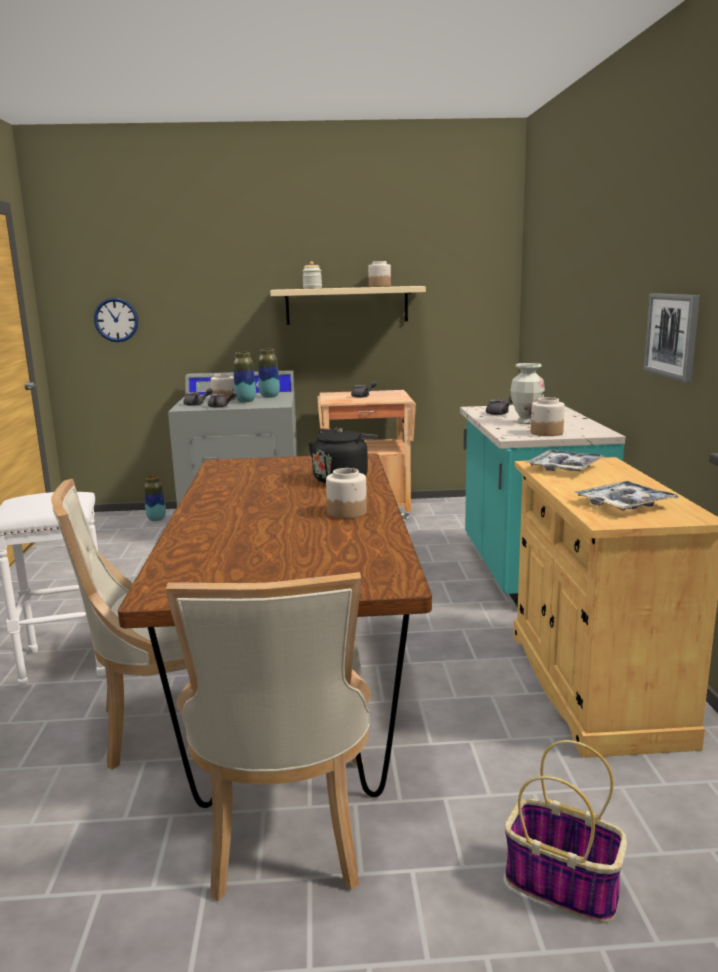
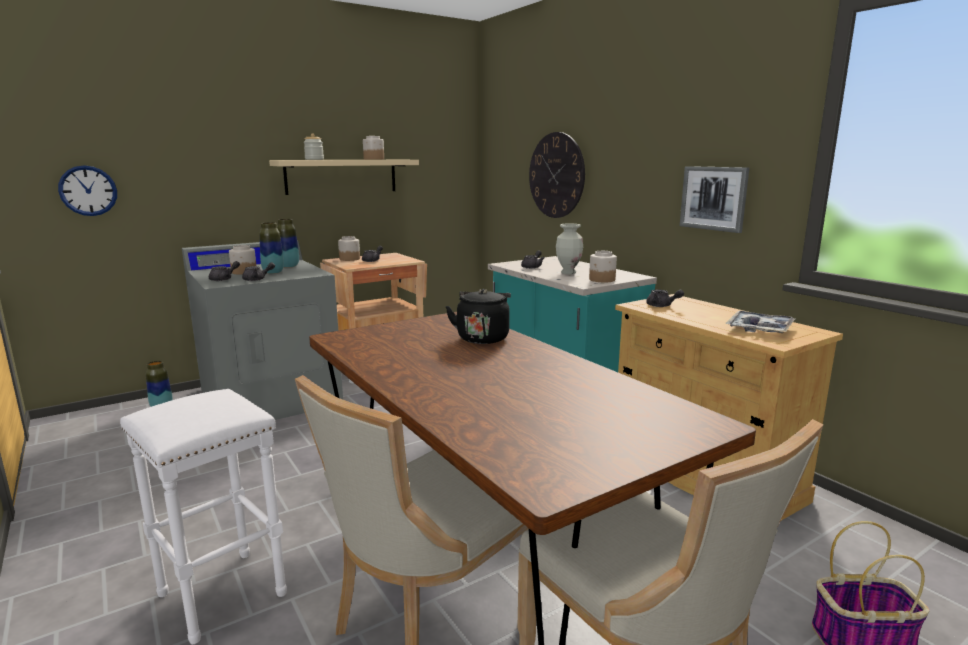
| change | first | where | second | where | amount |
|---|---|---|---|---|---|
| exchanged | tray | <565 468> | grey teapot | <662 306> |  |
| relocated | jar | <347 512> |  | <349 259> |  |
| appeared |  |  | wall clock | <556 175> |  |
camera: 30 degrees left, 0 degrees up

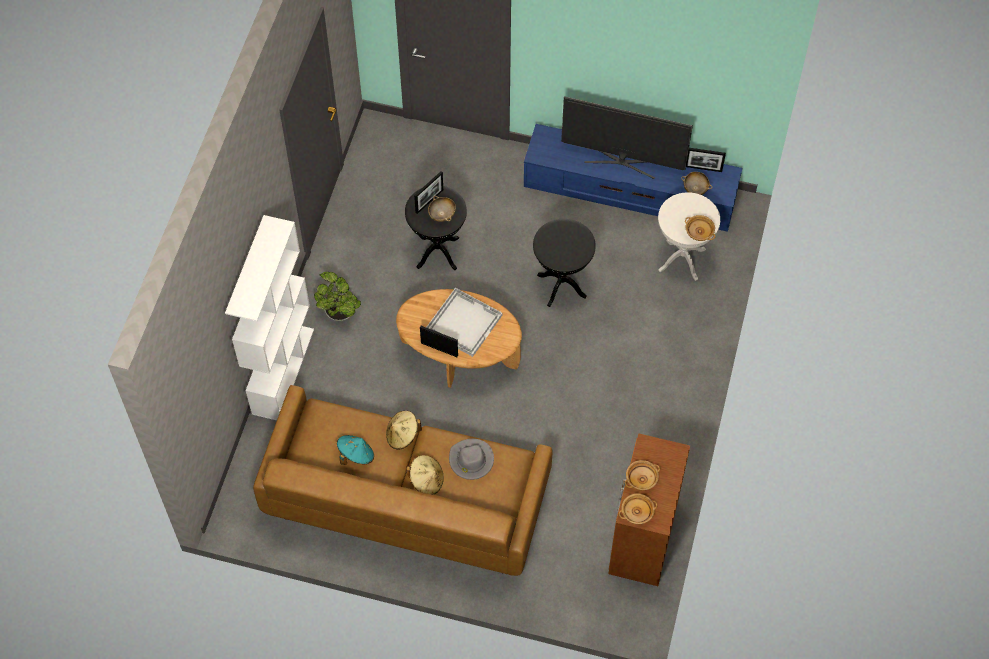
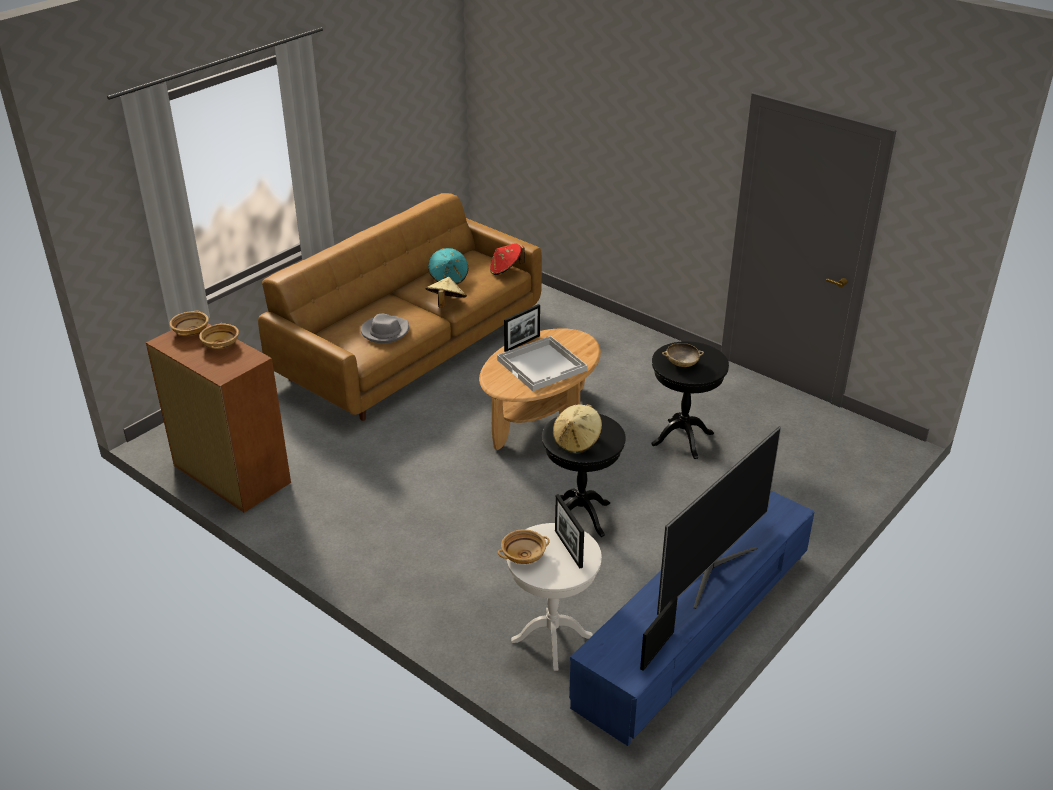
| change | first | where | second | where | amount |
|---|---|---|---|---|---|
| relocated | picture frame | <429 201> |  | <568 549> |  |
| missing | beige bowl | <695 188> |  |  |  |
| missing | white bookcase | <282 370> |  |  |  |
| missing | potted plant | <339 311> |  |  |  |
| relocated | beige hat | <426 480> |  | <577 441> |  |
| appeared |  |  | red hat | <506 270> |  |
camera: 115 degrees right, 25 degrees down

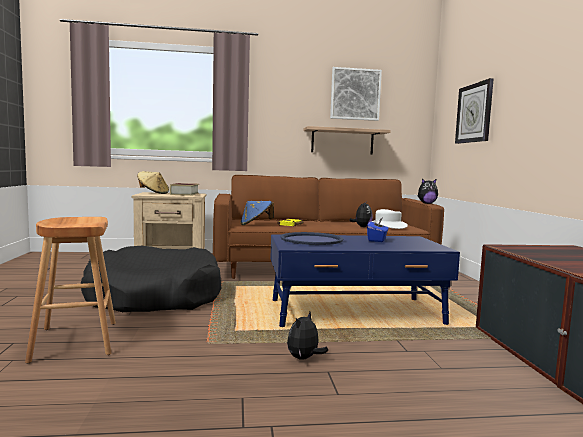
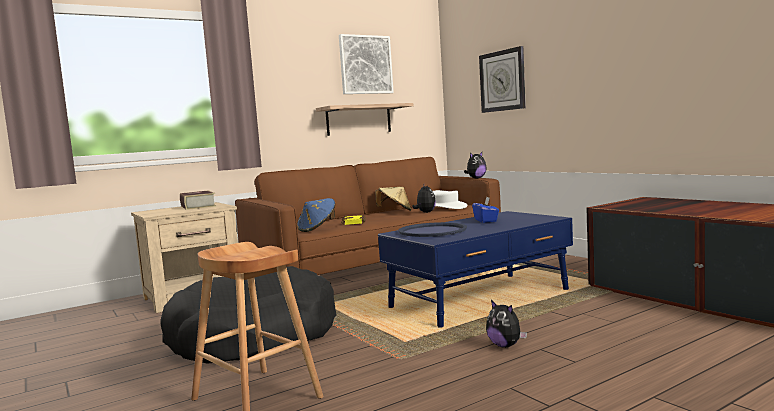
| change | first | where | second | where | amount |
|---|---|---|---|---|---|
| relocated | beige hat | <153 193> |  | <395 211> |  |
| spun | plush toy | <304 358> |  | <505 345> | 45 degrees counterclockwise |
camera: 25 degrees left, 0 degrees up

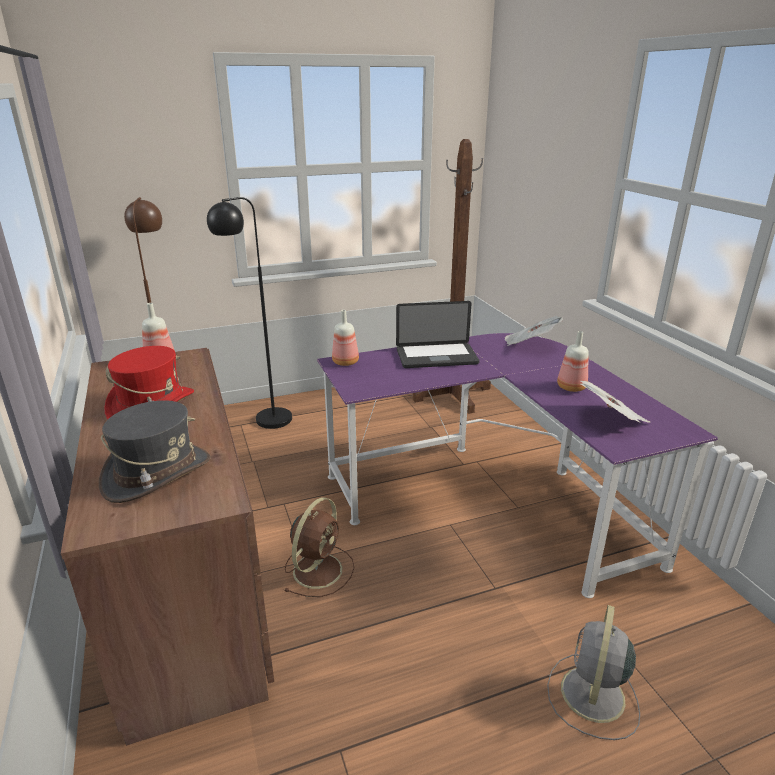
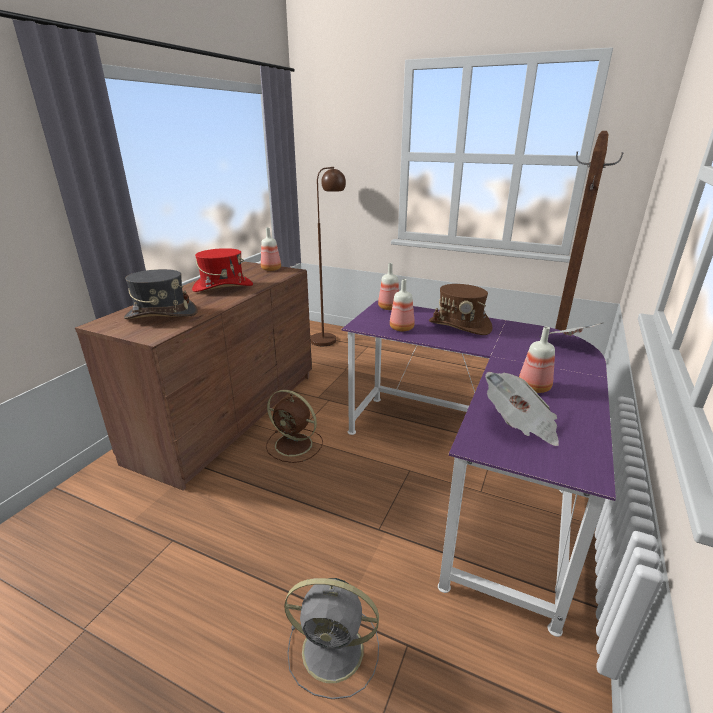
| change | first | where | second | where | amount |
|---|---|---|---|---|---|
| missing | black floor lamp | <265 424> |  |  |  |
| exchanged | laptop | <436 357> | brown hat | <459 326> |  |
| spun | brown fan | <319 569> |  | <295 445> | 45 degrees clockwise |
| spun | grey fan | <592 696> |  | <335 650> | 150 degrees counterclockwise |
| appeared |  |  | bottle | <402 328> |  |
camera: 45 degrees right, 0 degrees up

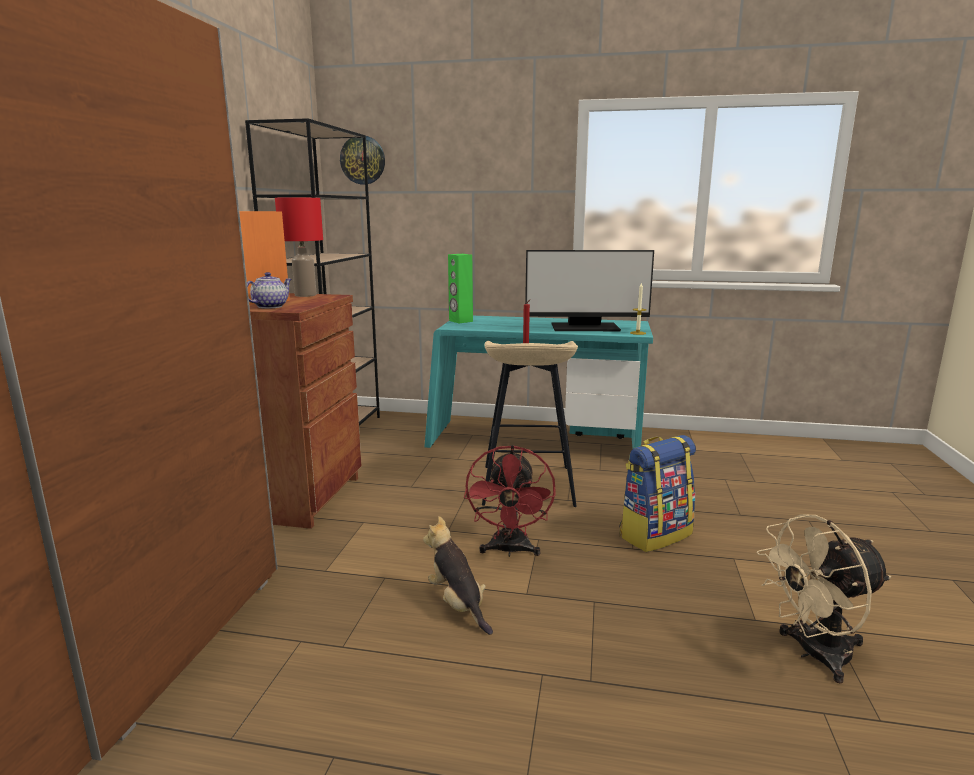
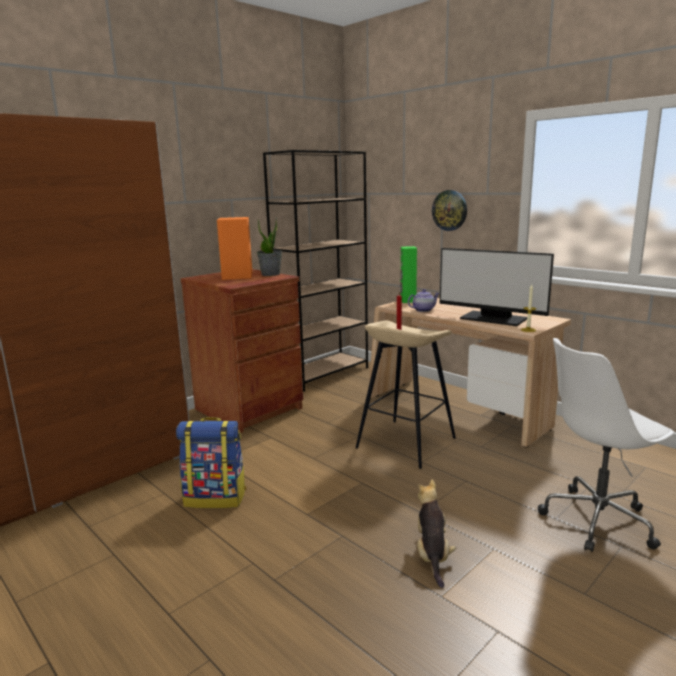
| change | first | where | second | where | amount |
|---|---|---|---|---|---|
| relocated | wall clock | <363 160> |  | <449 210> |  |
| exchanged | red table lamp | <304 295> | potted plant | <270 274> |  |
| relocated | teapot | <270 306> |  | <423 310> |  |
| colour | turquoise desk | <535 442> | beige desk | <457 411> |  |
| relocated | backpack | <654 534> |  | <216 497> |  |
| missing | red fan | <509 550> |  |  |  |
| missing | beige fan | <813 654> |  |  |  |
| relocated | plush toy | <458 604> |  | <432 555> |  |
| appeared |  |  | white office chair | <595 522> |  |
camera: 35 degrees right, 0 degrees up

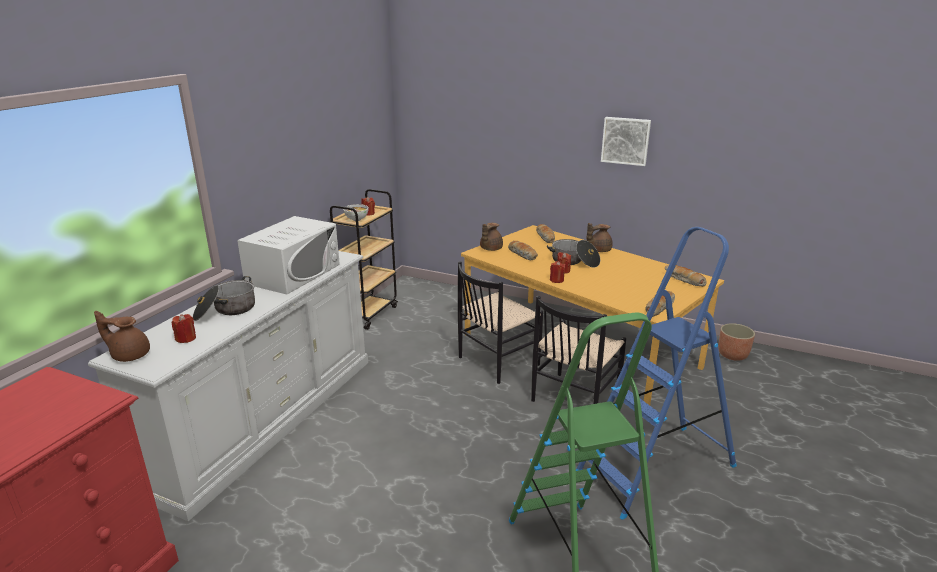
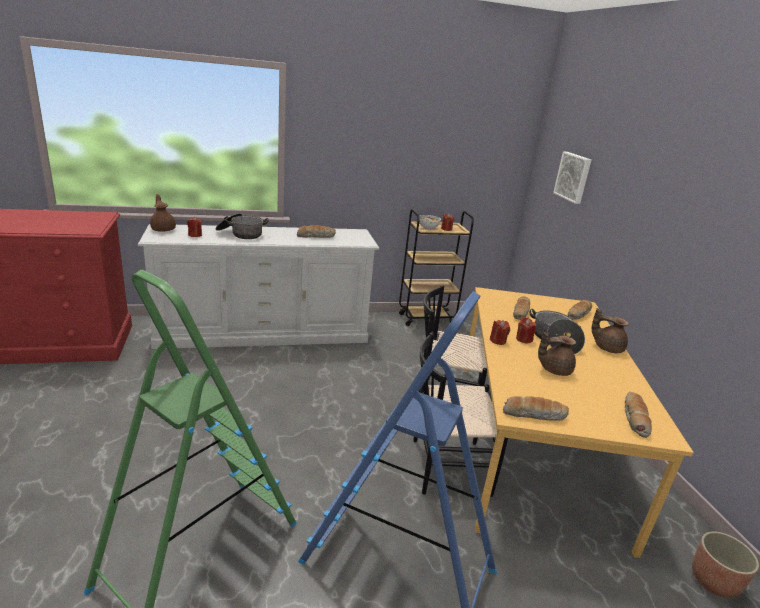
| change | first | where | second | where | amount |
|---|---|---|---|---|---|
| relocated | picture | <625 140> |  | <573 177> |  |
| exchanged | white microwave | <294 274> | bread | <316 236> |  |
| relocated | brown teapot | <490 249> |  | <554 369> |  |
camera: 50 degrees right, 0 degrees up

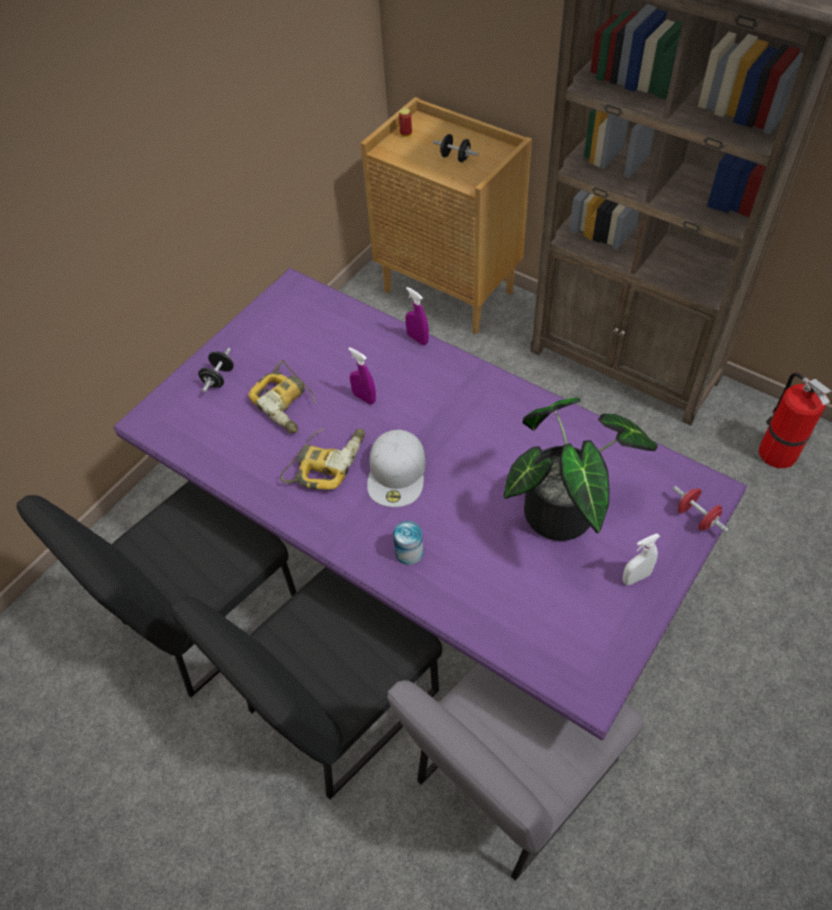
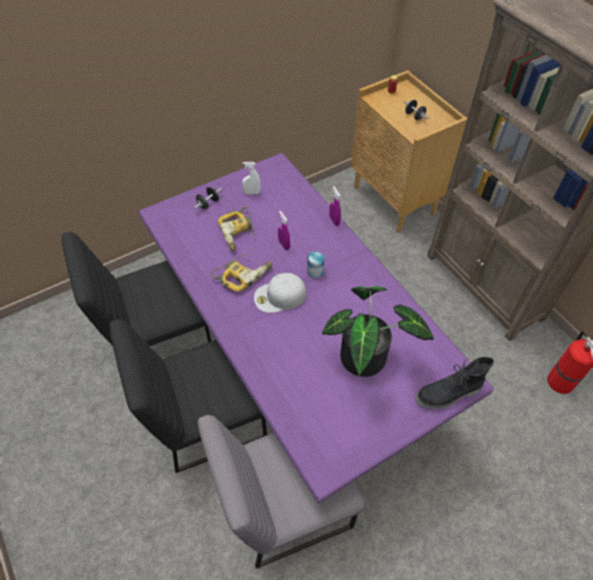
| change | first | where | second | where | amount |
|---|---|---|---|---|---|
| spun | white cap | <397 473> |  | <279 296> | 45 degrees clockwise |
| exchanged | red dumbbell | <696 517> | black boot | <448 395> |  |
| relocated | can | <409 552> |  | <315 271> |  |
| relocated | white spray bottle | <636 577> |  | <252 192> |  |
camera: 20 degrees right, 0 degrees up

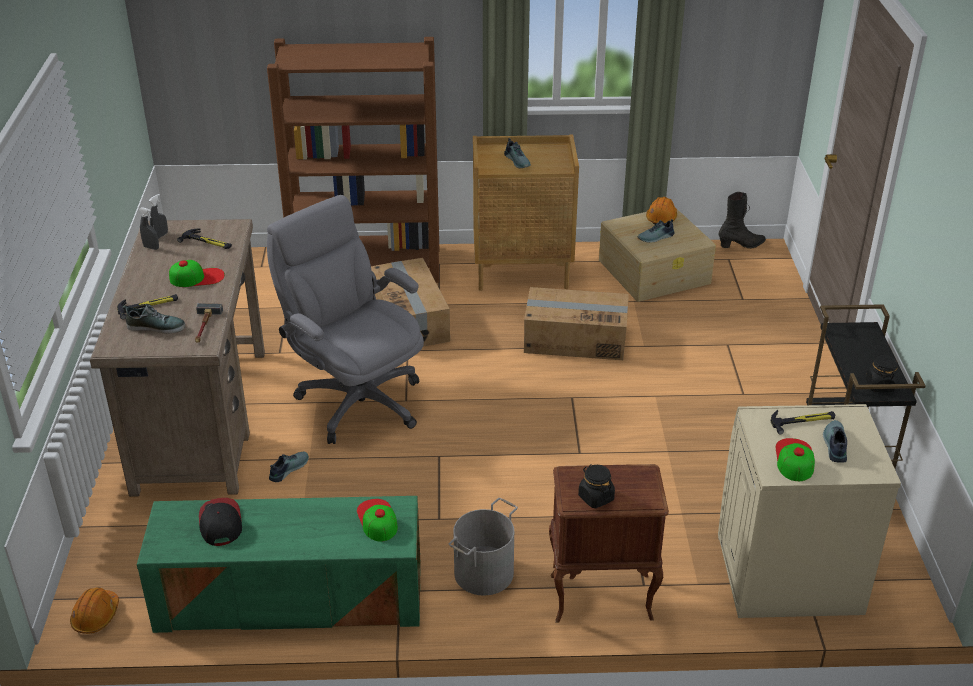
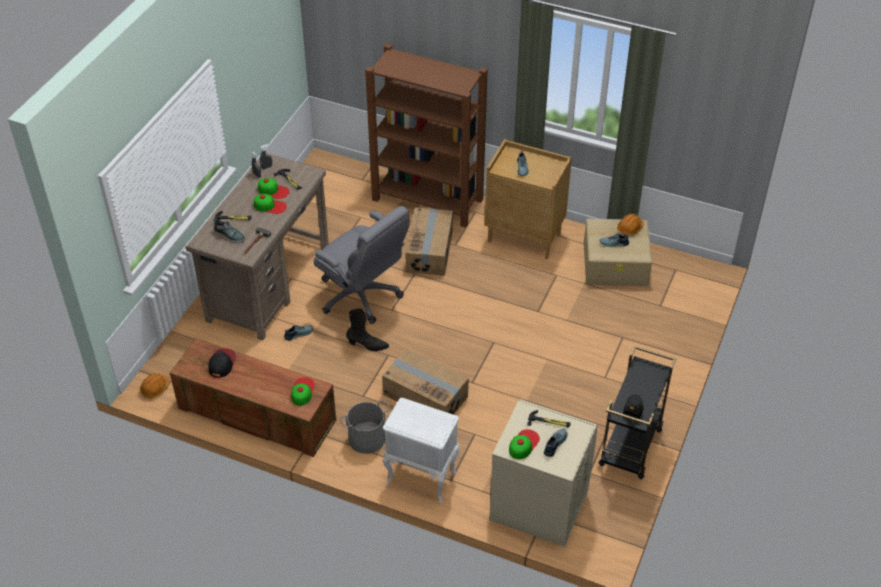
| change | first | where | second | where | amount |
|---|---|---|---|---|---|
| relocated | black boot | <741 245> |  | <367 345> |  |
| spun | grey office chair | <355 398> |  | <363 298> | 150 degrees clockwise |
| relocated | cardboard box | <575 339> |  | <425 395> |  |
| colour | brown nightstand | <600 597> | white nightstand | <421 478> |  |
| missing | black jar | <595 497> |  |  |  |
| colour | green bench | <288 598> | brown bench | <255 415> |  |
| appeared |  |  | cap | <273 190> |  |
camera: 25 degrees right, 10 degrees up

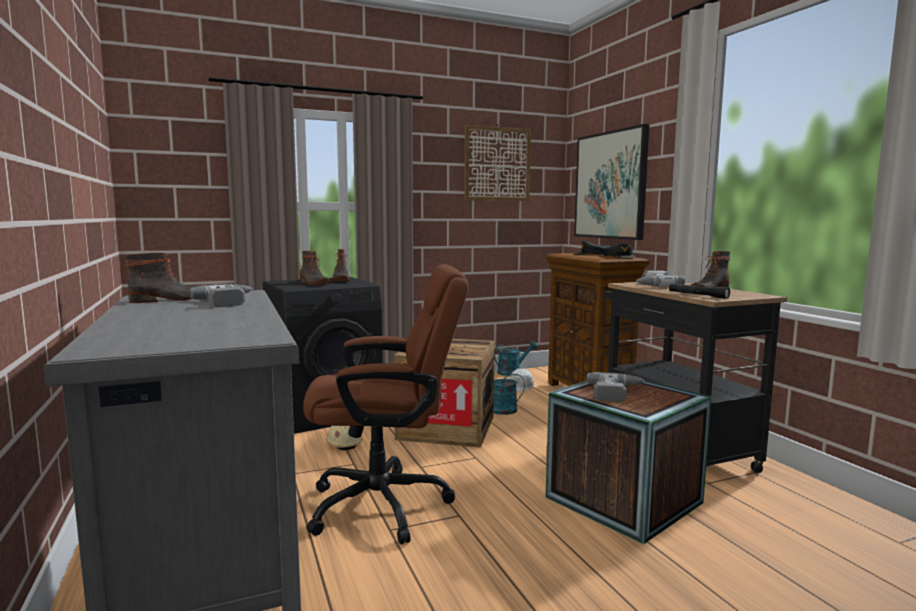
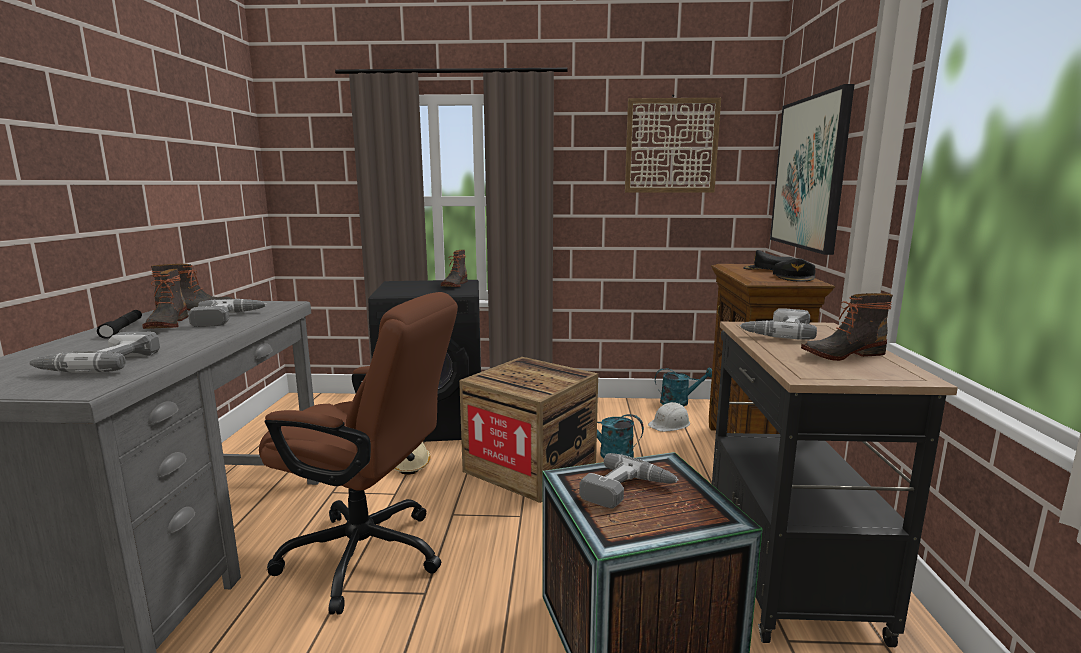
| change | first | where | second | where | amount |
|---|---|---|---|---|---|
| relocated | boot | <313 283> |  | <166 324> |  |
| relocated | black flashlight | <697 295> |  | <123 329> |  |
| appeared |  |  | power drill | <101 363> |  |
camera: 25 degrees right, 5 degrees up

